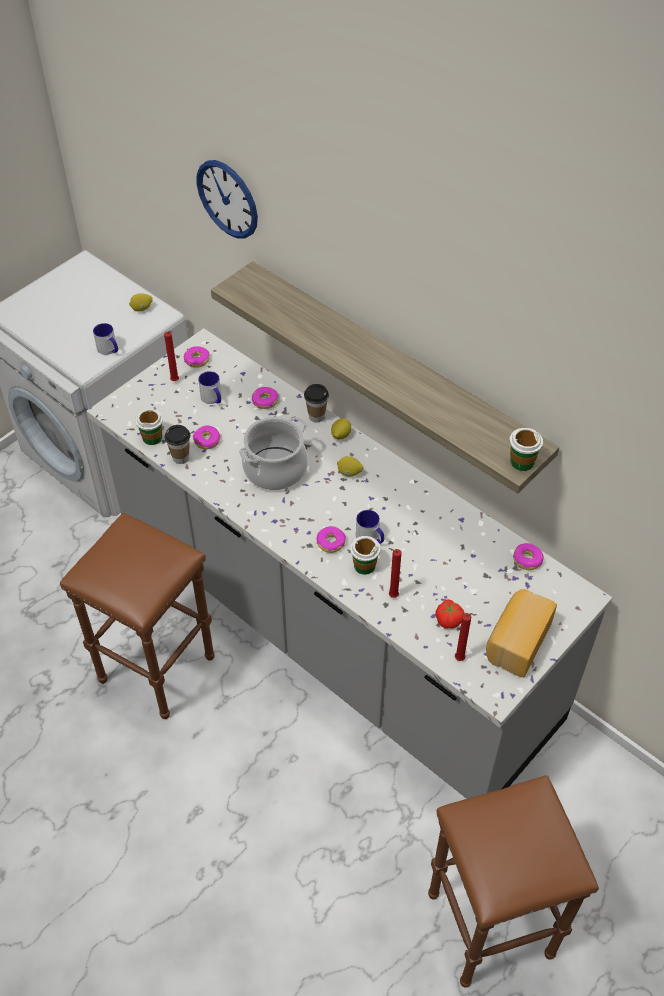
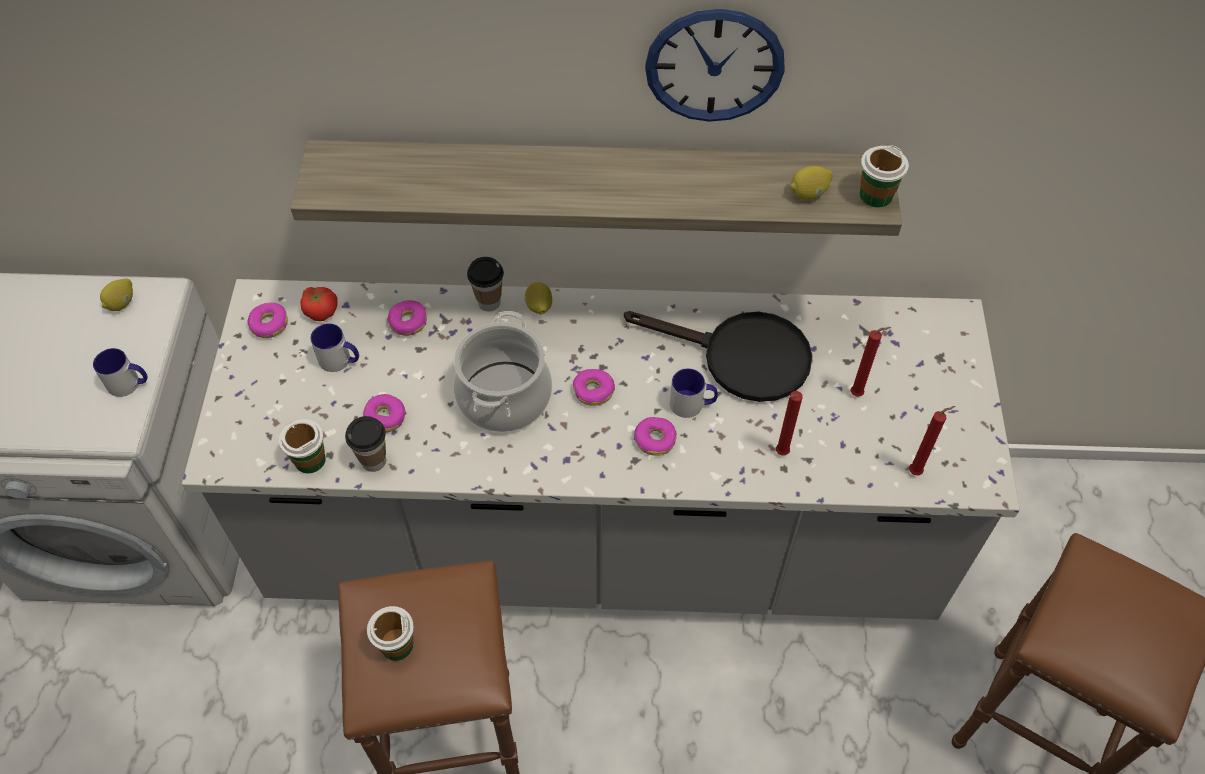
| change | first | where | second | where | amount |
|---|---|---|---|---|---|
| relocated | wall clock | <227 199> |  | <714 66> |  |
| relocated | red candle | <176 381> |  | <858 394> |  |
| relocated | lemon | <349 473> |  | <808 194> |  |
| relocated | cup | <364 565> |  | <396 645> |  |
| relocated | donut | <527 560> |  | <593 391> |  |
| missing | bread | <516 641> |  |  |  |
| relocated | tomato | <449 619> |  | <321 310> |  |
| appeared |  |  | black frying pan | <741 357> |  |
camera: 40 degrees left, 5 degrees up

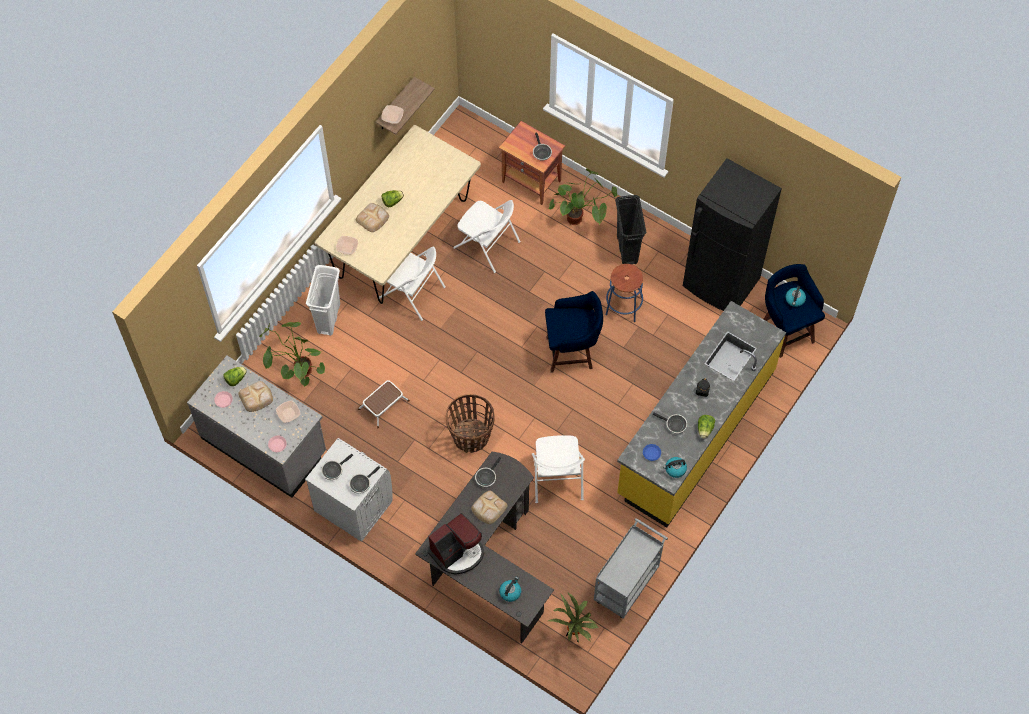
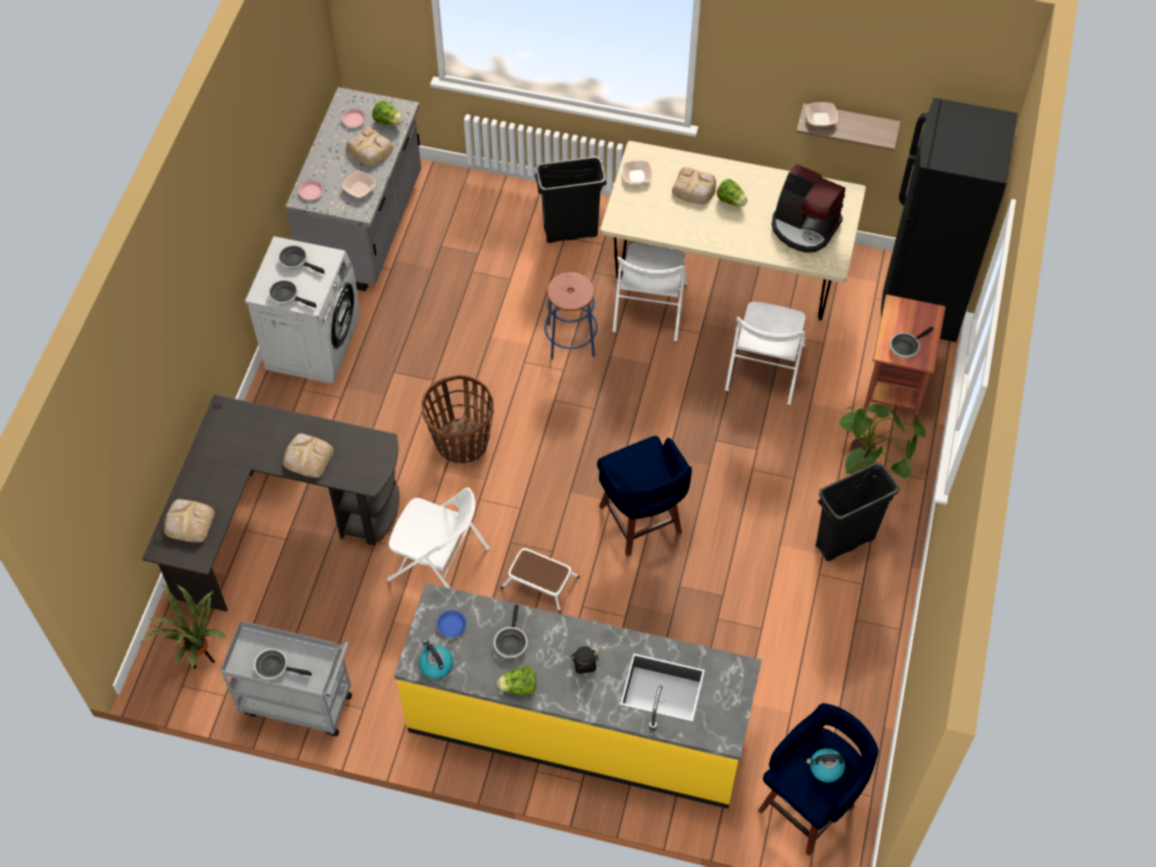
| change | first | where | second | where | amount |
|---|---|---|---|---|---|
| relocated | black fridge | <720 283> |  | <922 300> |  |
| relocated | blue stool | <623 305> |  | <571 340> |  |
| colour | white trash can | <328 318> | black trash can | <571 232> |  |
| missing | potted plant | <296 370> |  |  |  |
| relocated | brown step ladder | <383 404> |  | <540 582> |  |
| spun | white chair | <557 477> |  | <438 564> | 135 degrees counterclockwise |
| relocated | frying pan | <486 477> |  | <275 667> |  |
| relocated | coffee machine | <458 552> |  | <804 227> |  |
| exchanged | kettle | <510 592> | bread | <188 522> |  |
camera: 70 degrees right, 5 degrees down

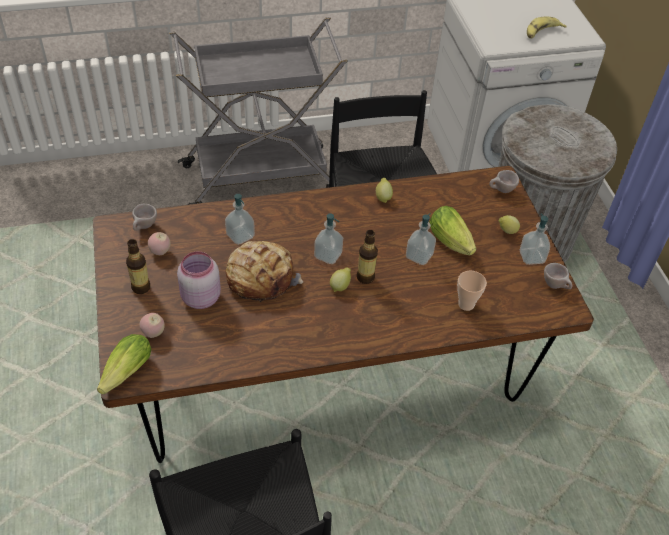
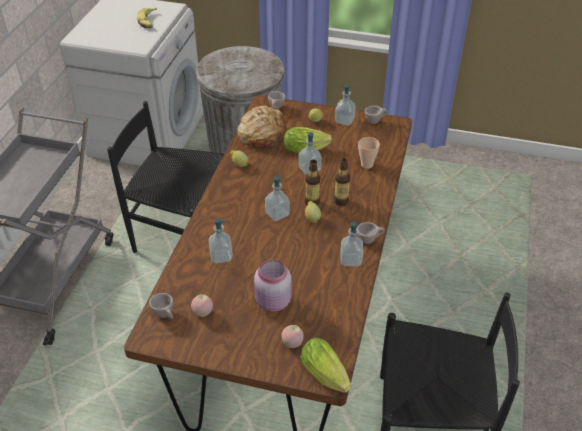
| change | first | where | second | where | amount |
|---|---|---|---|---|---|
| relocated | bottle | <141 287> |  | <341 201> |  |
| relocated | bread | <261 277> |  | <262 134> |  |
| appeared |  |  | soap dispenser | <350 260> |  |
| appeared |  |  | beige cup | <369 240> |  |
camera: 60 degrees left, 5 degrees down

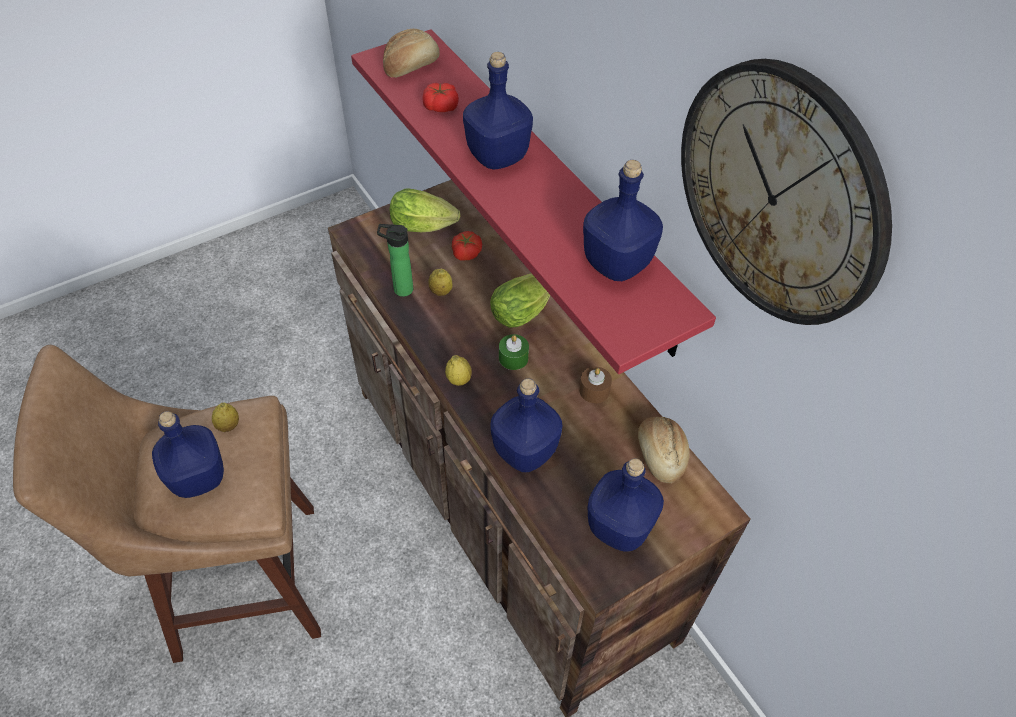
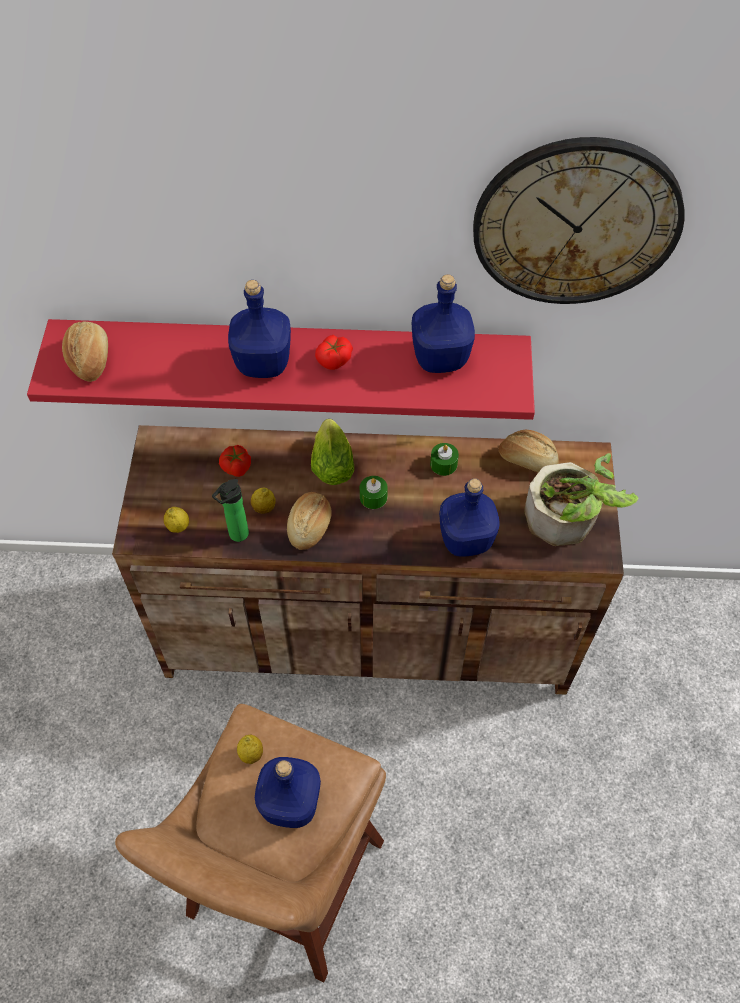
| change | first | where | second | where | amount |
|---|---|---|---|---|---|
| relocated | tomato | <441 106> |  | <334 359> |  |
| missing | lettuce | <426 227> |  |  |  |
| relocated | lemon | <459 380> |  | <178 527> |  |
| colour | brown candle | <594 390> | green candle | <443 464> |  |
| exchanged | blue bottle | <619 529> | potted plant | <569 521> |  |
| appeared |  |  | bread | <310 526> |  |
camera: 55 degrees left, 5 degrees up

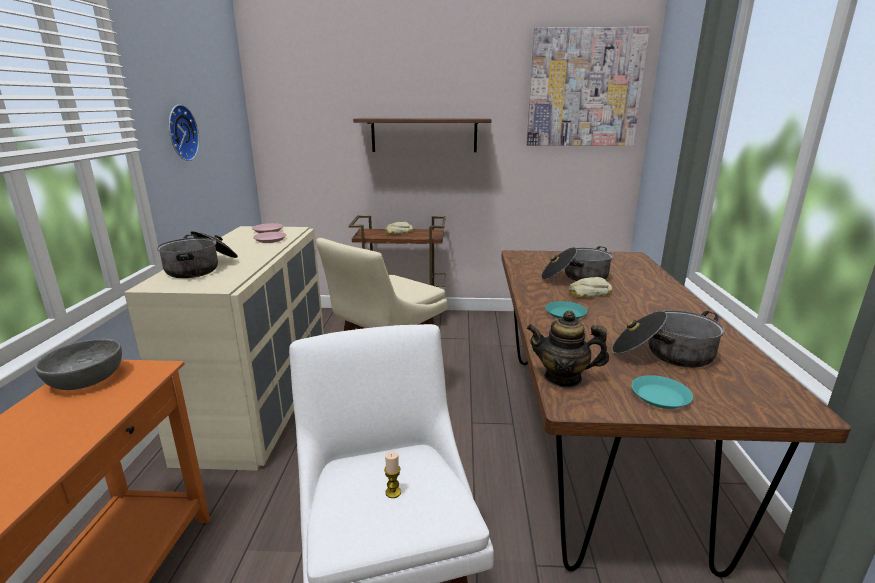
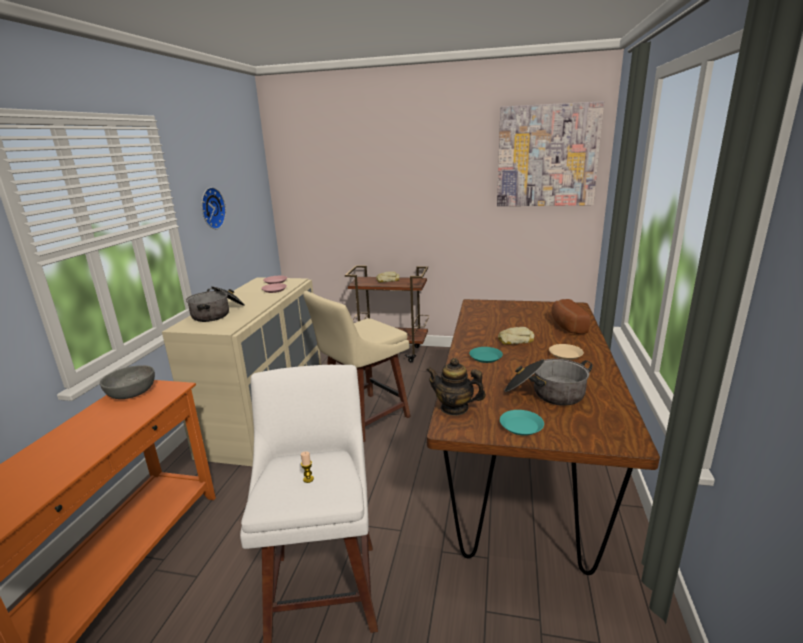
| change | first | where | second | where | amount |
|---|---|---|---|---|---|
| missing | shelf | <424 135> |  |  |  |
| missing | cooking pot | <575 277> |  |  |  |
| appeared |  |  | bread | <566 326> |  |
| appeared |  |  | beige plate | <566 354> |  |
camera: 10 degrees right, 0 degrees up

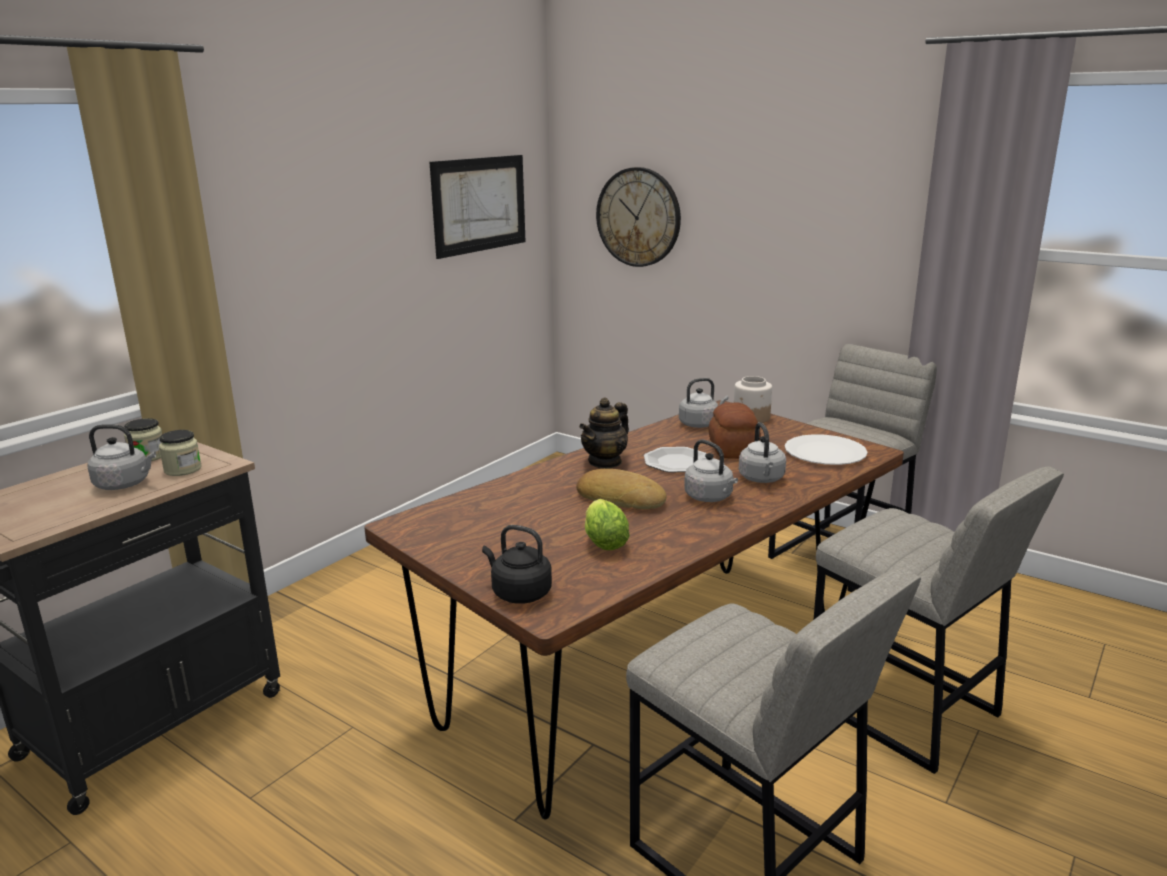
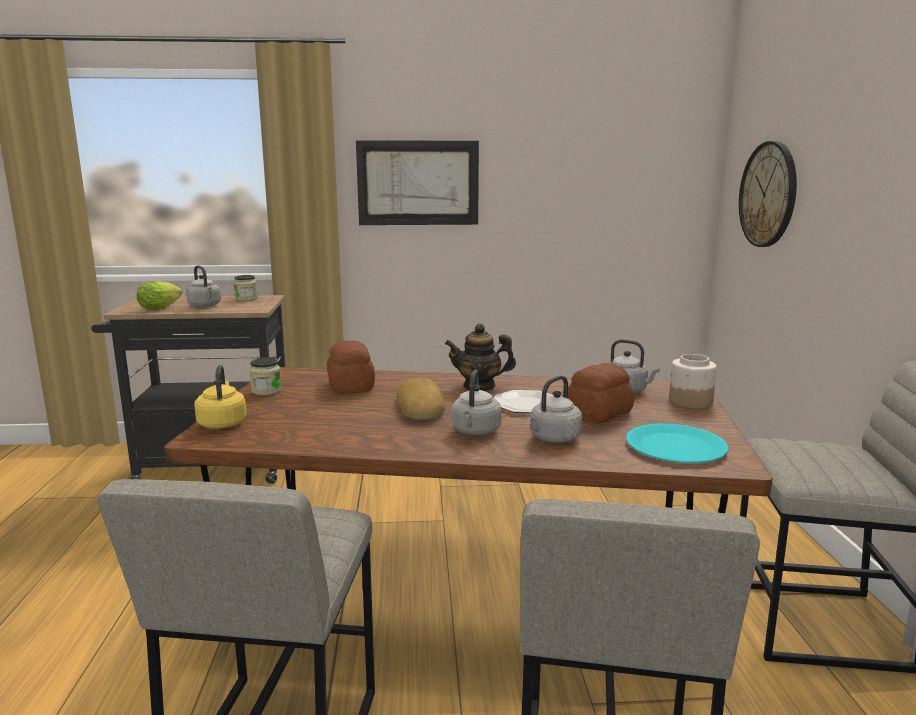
| change | first | where | second | where | amount |
|---|---|---|---|---|---|
| relocated | picture | <480 204> |  | <418 183> |  |
| relocated | jar | <183 469> |  | <266 391> |  |
| colour | white plate | <825 452> | turquoise plate | <676 446> |  |
| relocated | lettuce | <603 541> |  | <162 308> |  |
| colour | black kettle | <518 593> | yellow kettle | <222 423> |  |
| appeared |  |  | bread | <351 385> |  |
camera: 50 degrees right, 5 degrees down

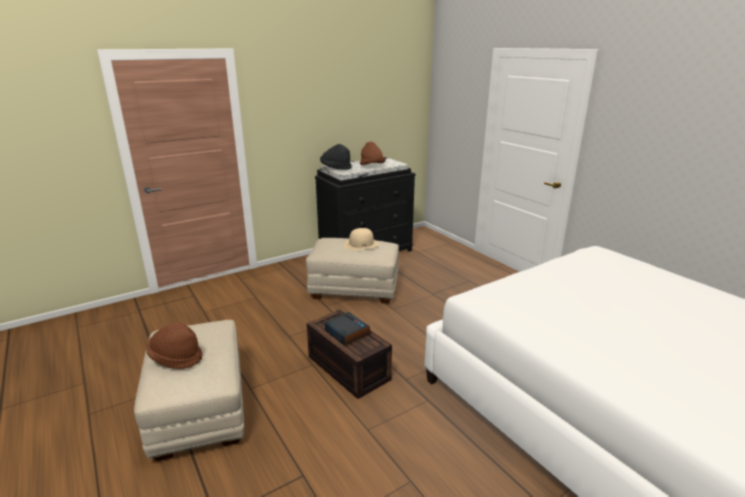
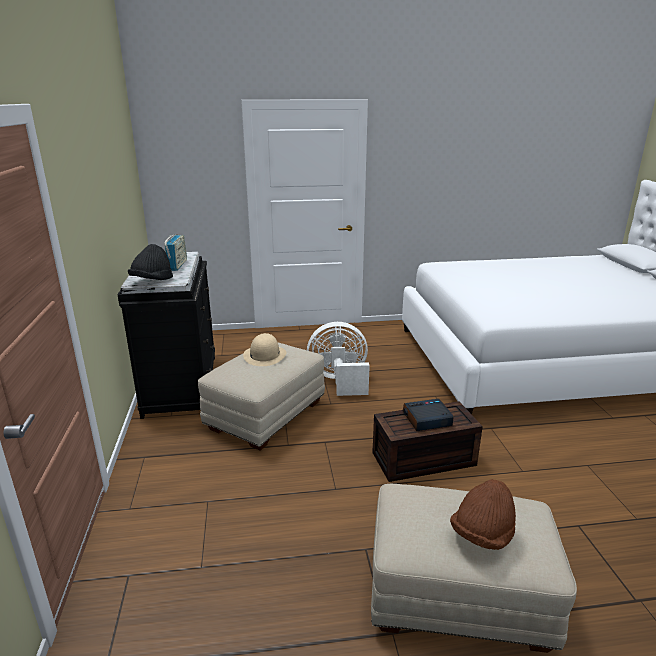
| change | first | where | second | where | amount |
|---|---|---|---|---|---|
| exchanged | brown hat | <372 166> | radio | <177 265> |  |
| appeared |  |  | white fan | <339 381> |  |
camera: 65 degrees left, 0 degrees up

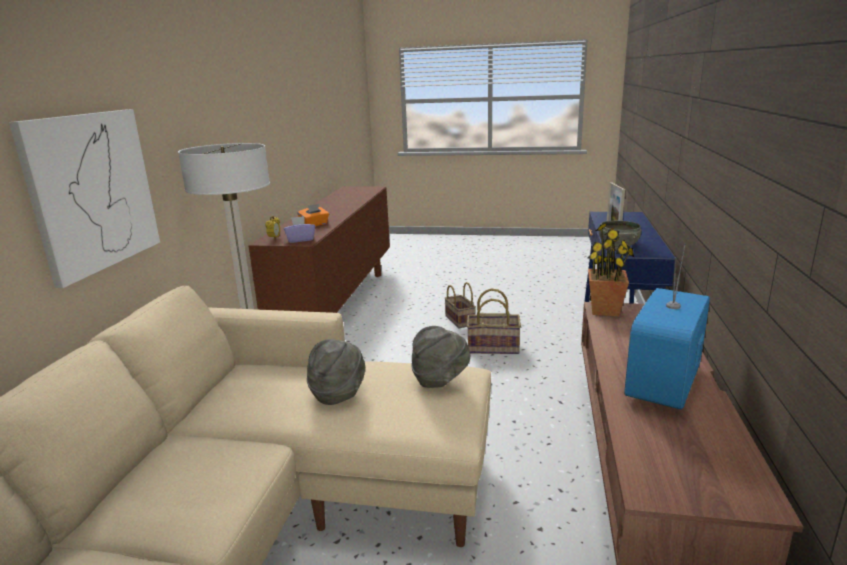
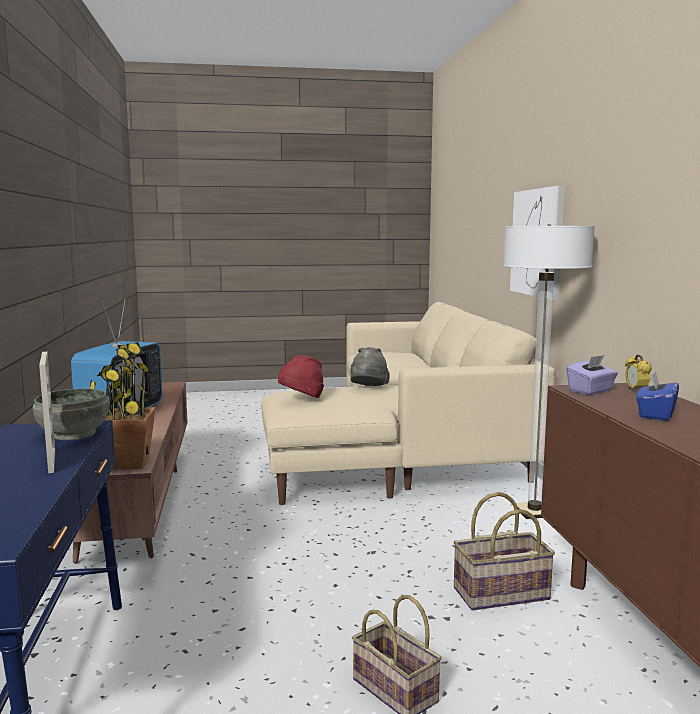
| change | first | where | second | where | amount |
|---|---|---|---|---|---|
| colour | orange tissue box | <314 224> | blue tissue box | <655 414> |  |
| relocated | basket | <493 347> |  | <501 594> |  |
| colour | grey hat | <440 380> | red hat | <301 399> |  |
camera: 160 degrees right, 10 degrees down

